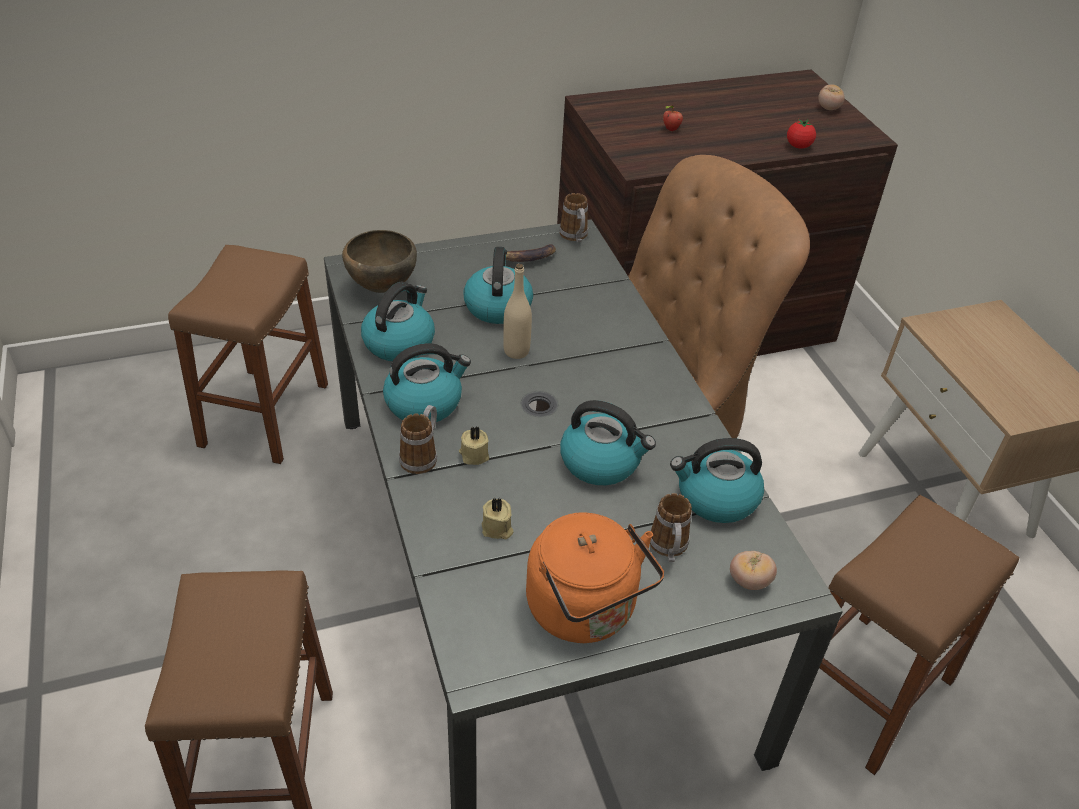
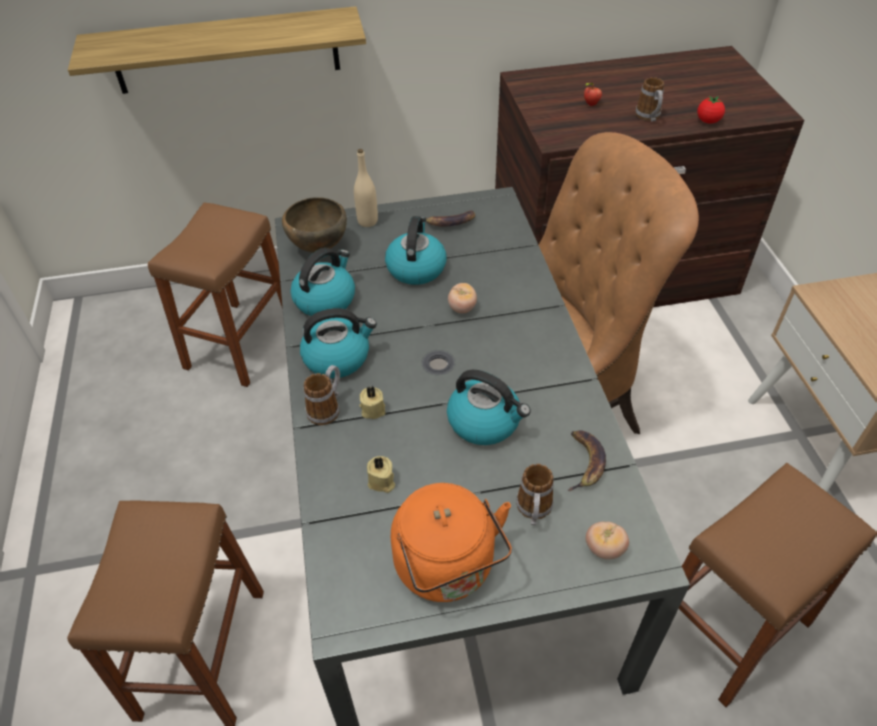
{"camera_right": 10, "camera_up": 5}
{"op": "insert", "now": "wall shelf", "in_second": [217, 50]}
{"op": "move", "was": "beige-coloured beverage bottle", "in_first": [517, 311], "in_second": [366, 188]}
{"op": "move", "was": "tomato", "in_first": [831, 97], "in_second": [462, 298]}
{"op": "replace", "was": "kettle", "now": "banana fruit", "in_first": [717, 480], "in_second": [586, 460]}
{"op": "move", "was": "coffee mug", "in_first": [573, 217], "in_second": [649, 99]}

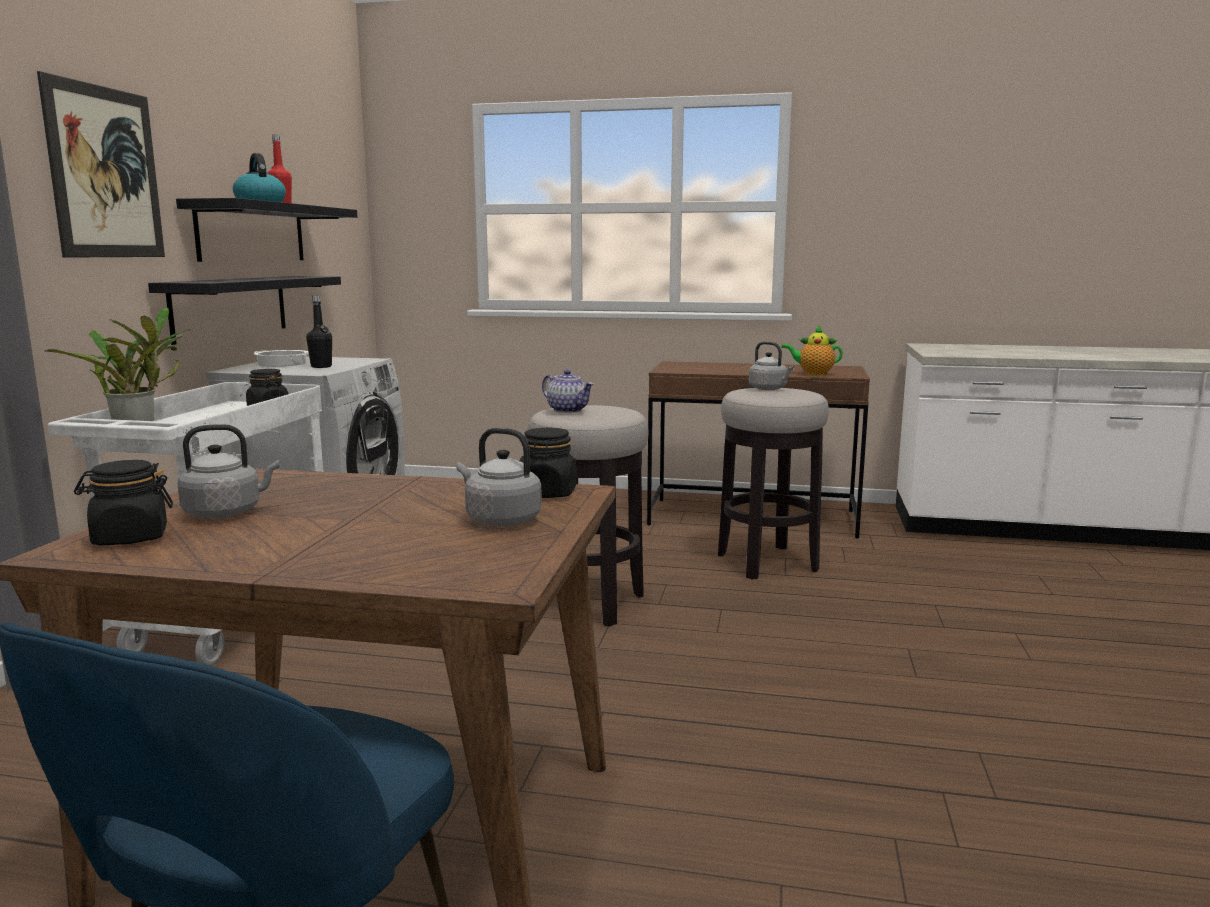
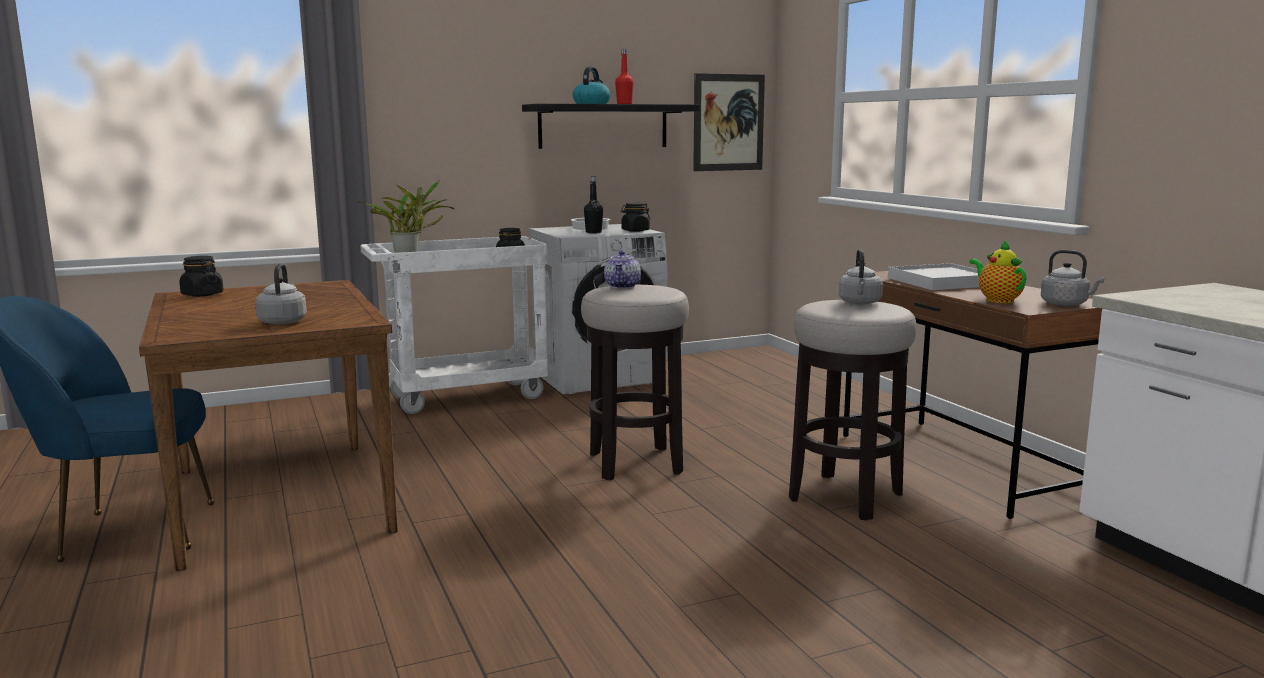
{"camera_right": 55, "camera_up": 0}
{"op": "move", "was": "black-coloured preserve jar", "in_first": [548, 463], "in_second": [635, 217]}
{"op": "move", "was": "wall art", "in_first": [101, 164], "in_second": [729, 122]}
{"op": "insert", "now": "white carrying tray", "in_second": [933, 276]}
{"op": "move", "was": "greyish kettle", "in_first": [228, 471], "in_second": [1073, 278]}
{"op": "delete", "was": "black-coloured wall shelf", "in_first": [244, 310]}

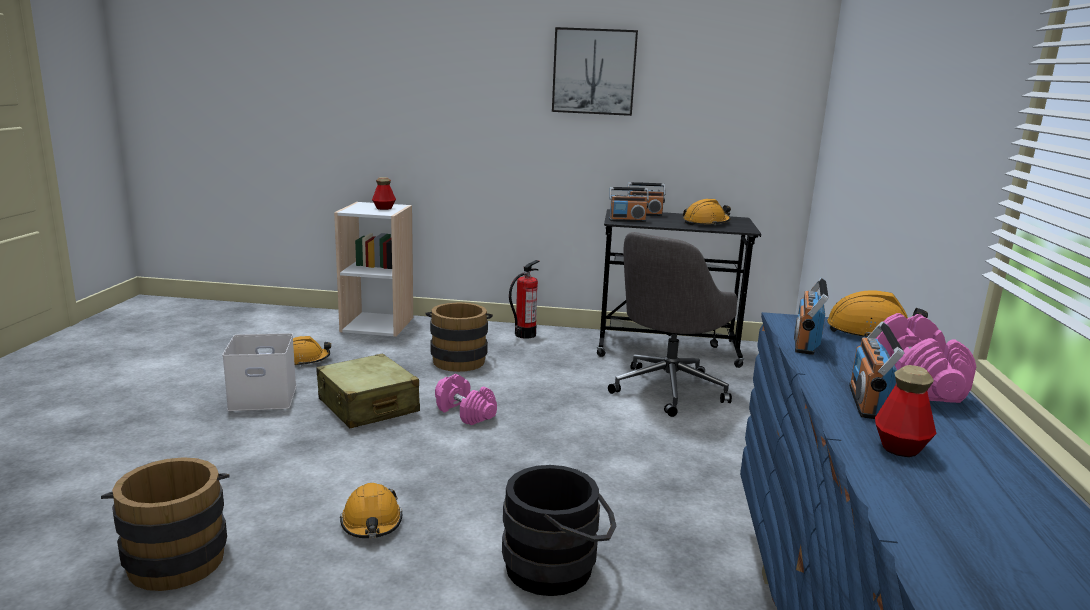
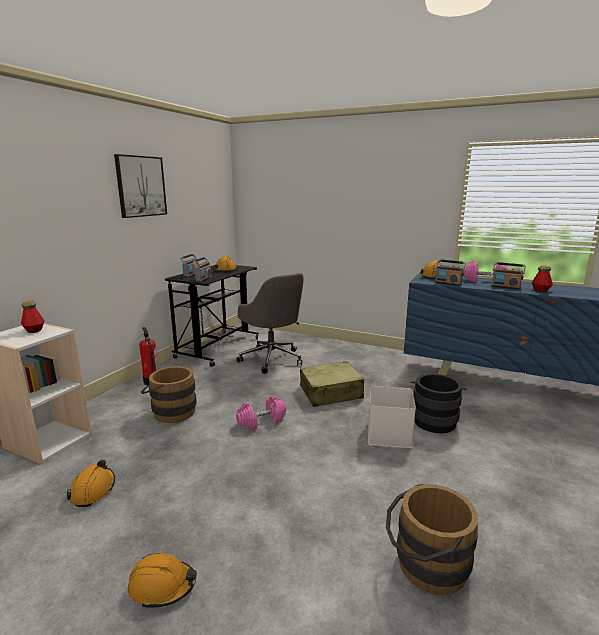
{"camera_right": -70, "camera_up": 0}
{"op": "move", "was": "orange safety helmet", "in_first": [371, 510], "in_second": [162, 581]}
{"op": "move", "was": "beige-coloured suitcase", "in_first": [368, 390], "in_second": [332, 384]}
{"op": "move", "was": "white storage container", "in_first": [259, 372], "in_second": [392, 417]}

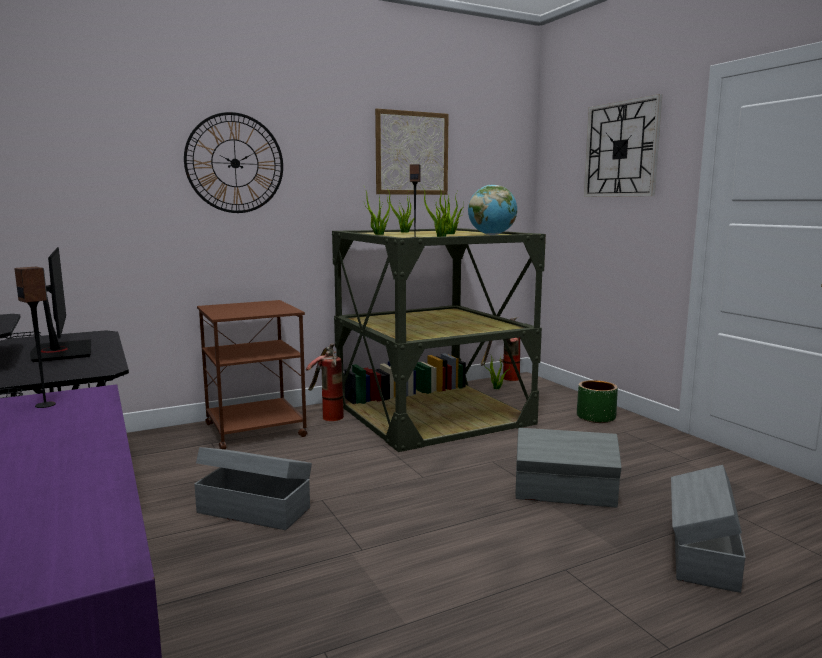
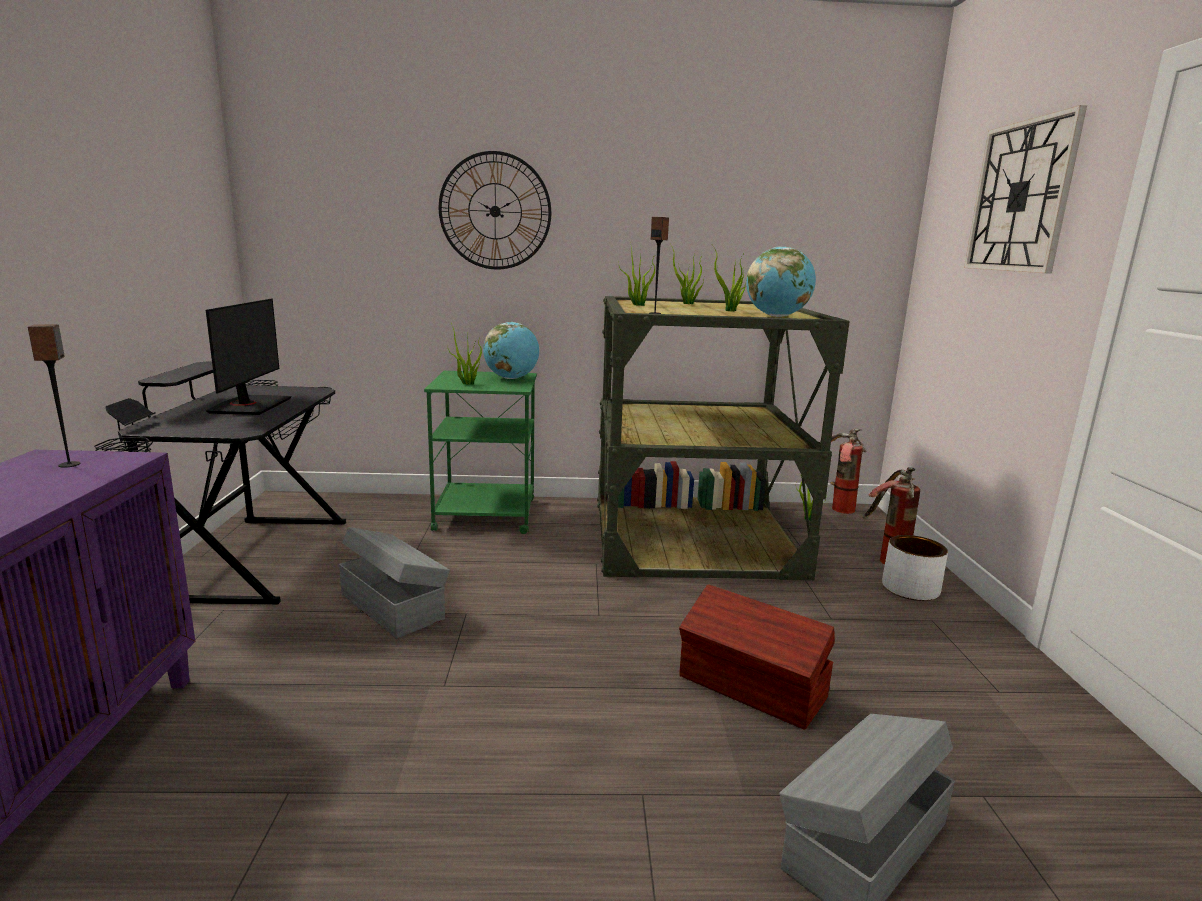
{"camera_right": 25, "camera_up": 5}
{"op": "recolor", "was": "brown cart", "now": "greenish cart", "in_first": [252, 374], "in_second": [480, 452]}
{"op": "move", "was": "potted plant", "in_first": [437, 210], "in_second": [464, 354]}
{"op": "insert", "now": "world globe", "in_second": [511, 350]}
{"op": "recolor", "was": "greyish storage container", "now": "brown storage container", "in_first": [568, 467], "in_second": [757, 657]}
{"op": "move", "was": "fire extinguisher", "in_first": [325, 382], "in_second": [891, 516]}
{"op": "recolor", "was": "greenish flower pot", "now": "white flower pot", "in_first": [597, 401], "in_second": [915, 568]}
{"op": "delete", "was": "wall art", "in_first": [412, 151]}

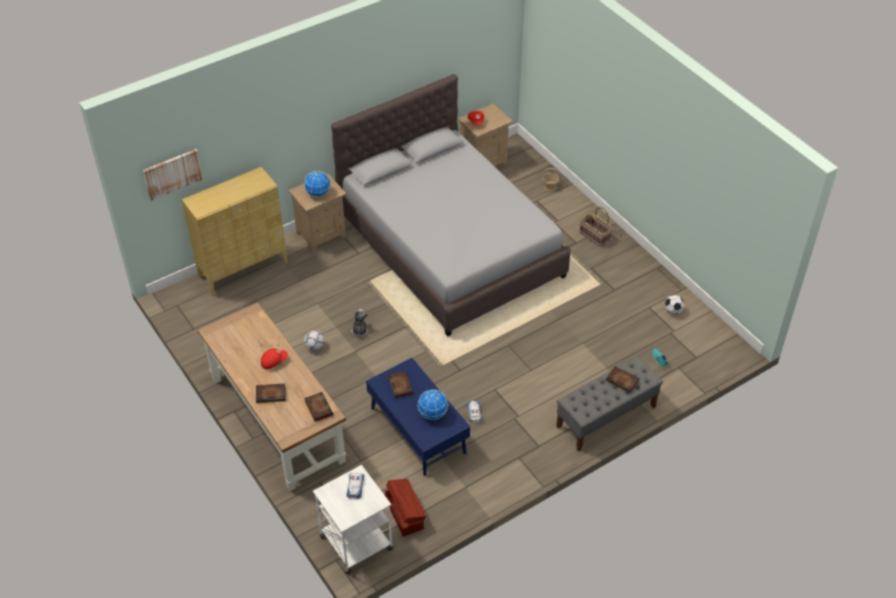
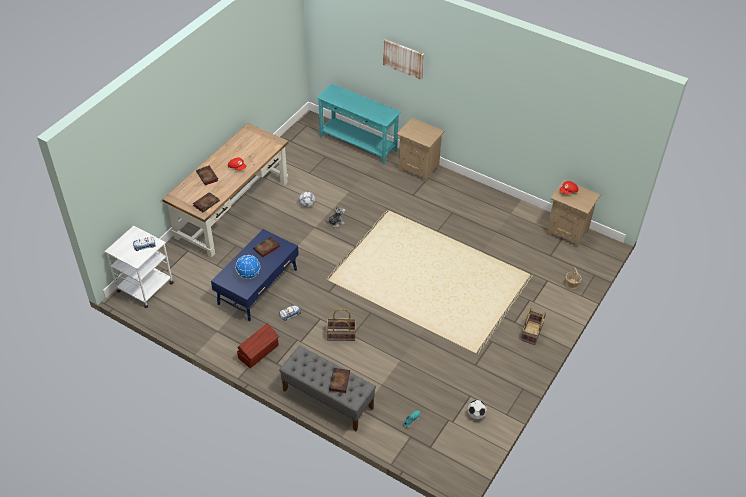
{"camera_right": 65, "camera_up": 0}
{"op": "move", "was": "brown storage container", "in_first": [405, 508], "in_second": [258, 345]}
{"op": "replace", "was": "beige-coloured dresser", "now": "turquoise narrow table", "in_first": [234, 231], "in_second": [358, 124]}
{"op": "insert", "now": "storage basket", "in_second": [341, 325]}
{"op": "move", "was": "wall art", "in_first": [173, 175], "in_second": [403, 59]}
{"op": "delete", "was": "world globe", "in_first": [317, 184]}
{"op": "delete", "was": "greyish sleeping bed", "in_first": [451, 205]}

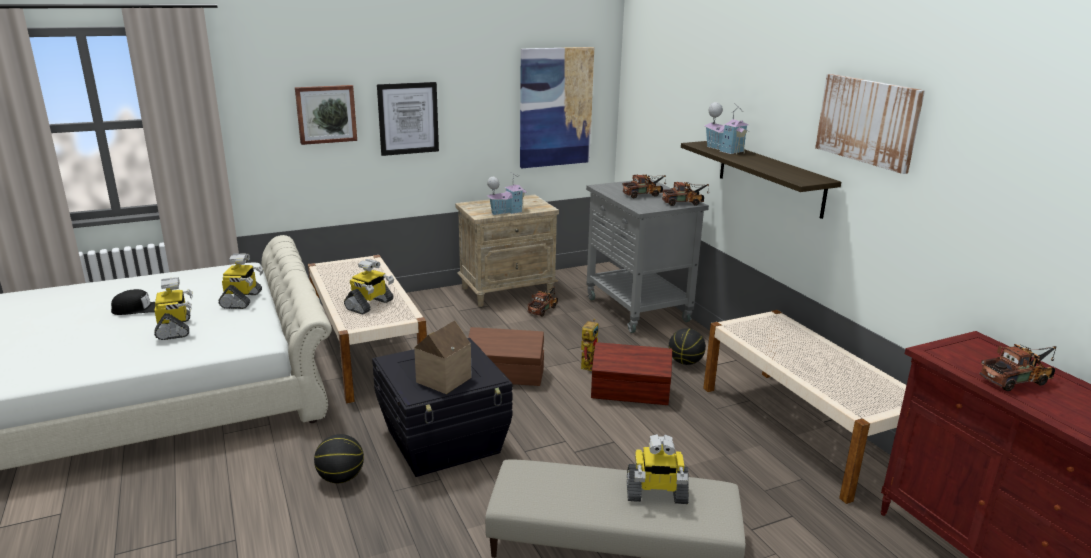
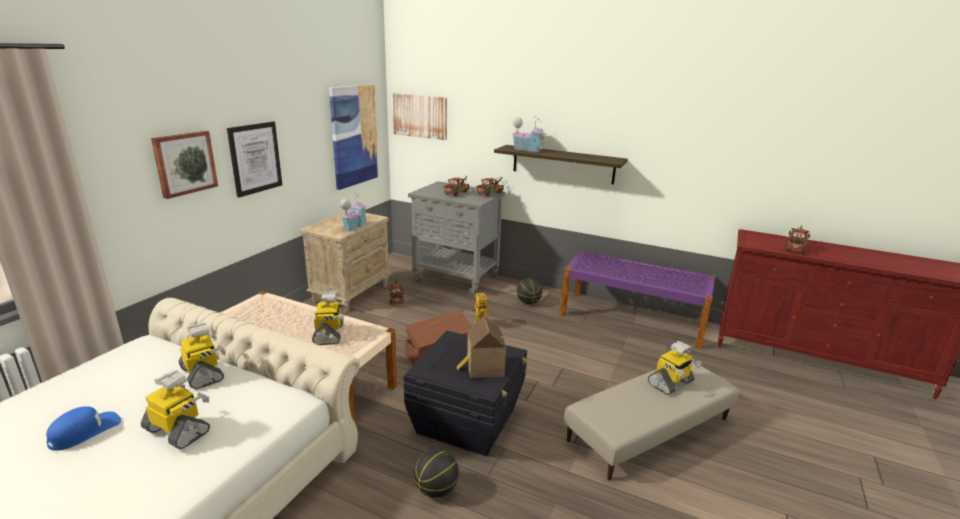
{"camera_right": -40, "camera_up": 0}
{"op": "recolor", "was": "black-coloured cap", "now": "bluish cap", "in_first": [133, 302], "in_second": [83, 428]}
{"op": "move", "was": "wall art", "in_first": [870, 124], "in_second": [419, 116]}
{"op": "recolor", "was": "beige-coloured indoor bench", "now": "purplish indoor bench", "in_first": [805, 407], "in_second": [637, 299]}
{"op": "delete", "was": "brown storage container", "in_first": [631, 373]}

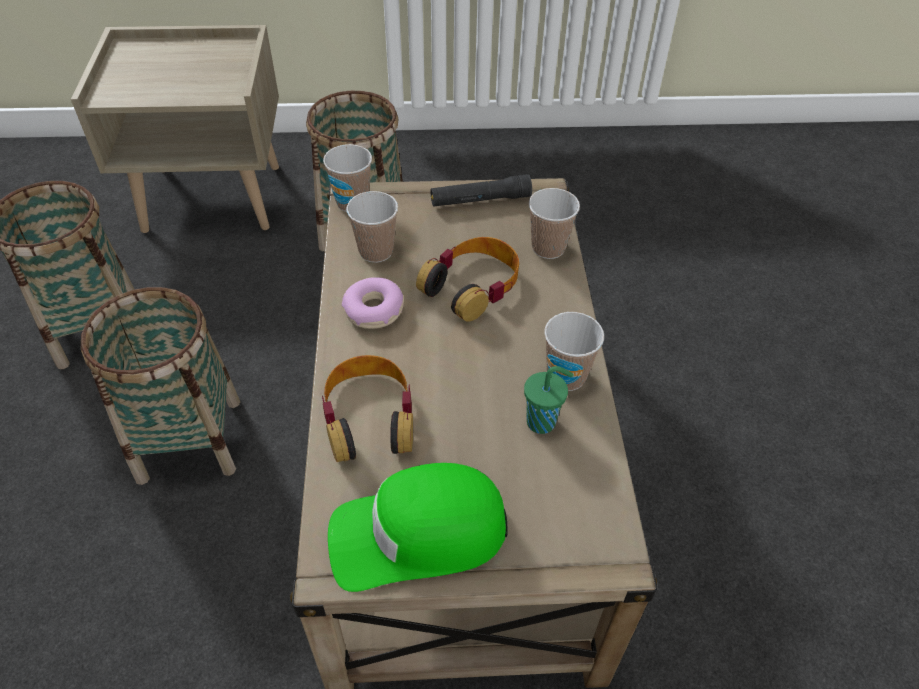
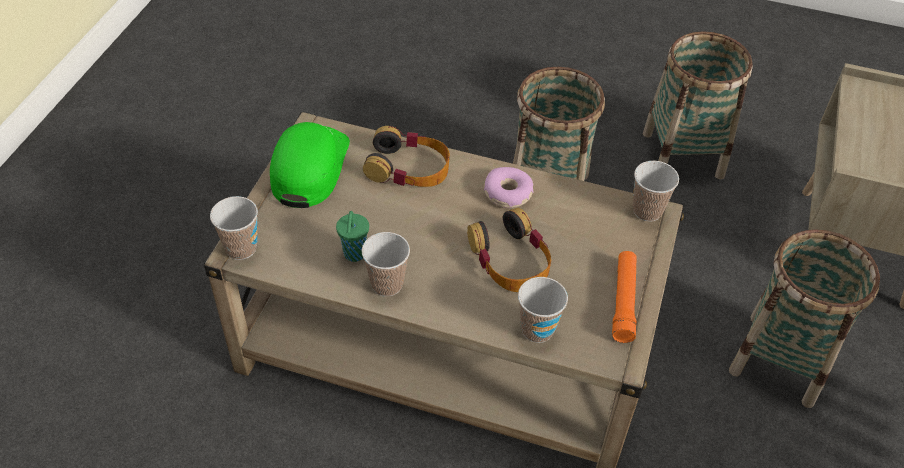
{"camera_right": 110, "camera_up": 0}
{"op": "move", "was": "drinking cup", "in_first": [372, 227], "in_second": [234, 228]}
{"op": "recolor", "was": "black-coloured hand torch", "now": "orange hand torch", "in_first": [481, 190], "in_second": [624, 297]}

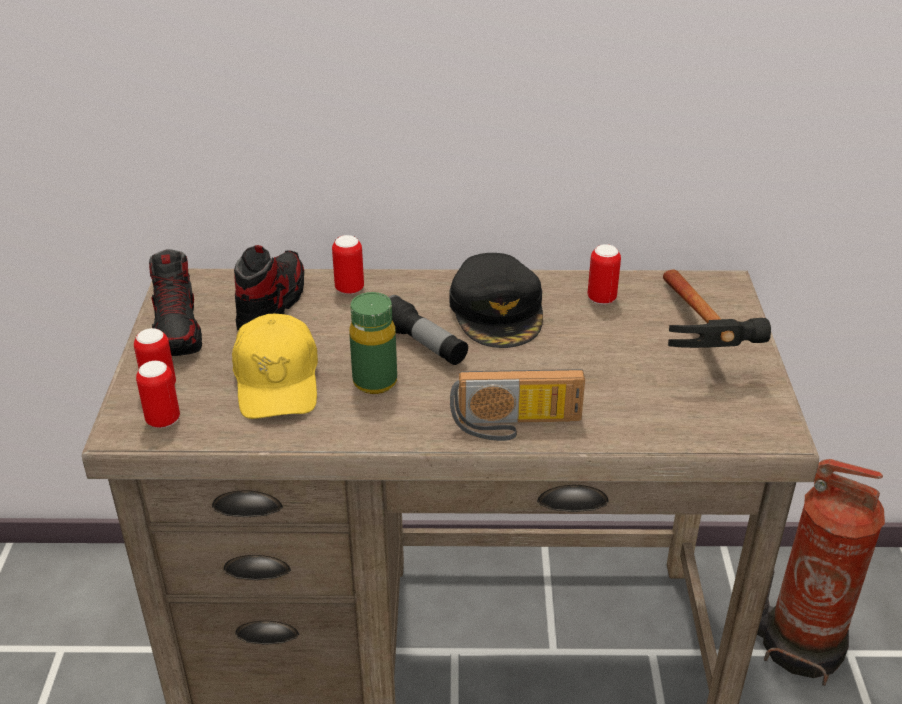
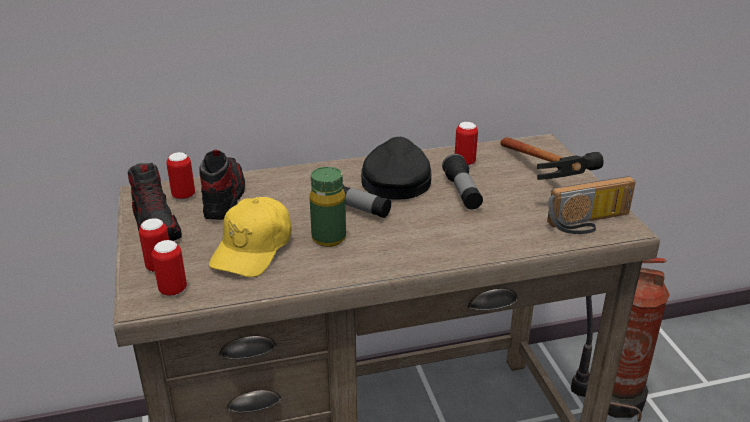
{"camera_right": -15, "camera_up": -5}
{"op": "move", "was": "metal can", "in_first": [348, 264], "in_second": [180, 176]}
{"op": "rotate", "was": "yellow-coloured cap", "in_first": [275, 366], "in_second": [250, 237], "clockwise": 45}
{"op": "rotate", "was": "black-coloured cap", "in_first": [496, 300], "in_second": [396, 168], "clockwise": -150}
{"op": "insert", "now": "hand torch", "in_second": [462, 182]}
{"op": "move", "was": "radio receiver", "in_first": [517, 405], "in_second": [591, 205]}

